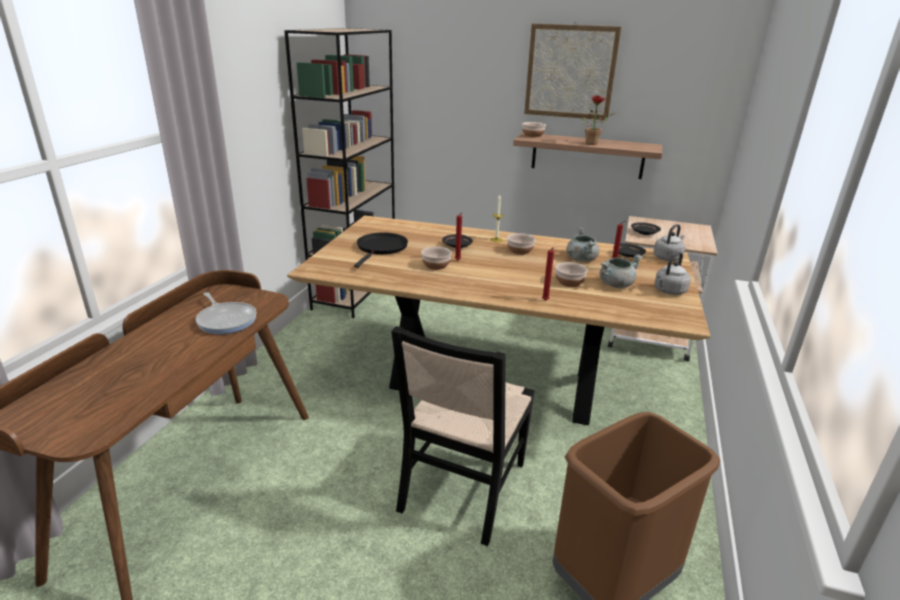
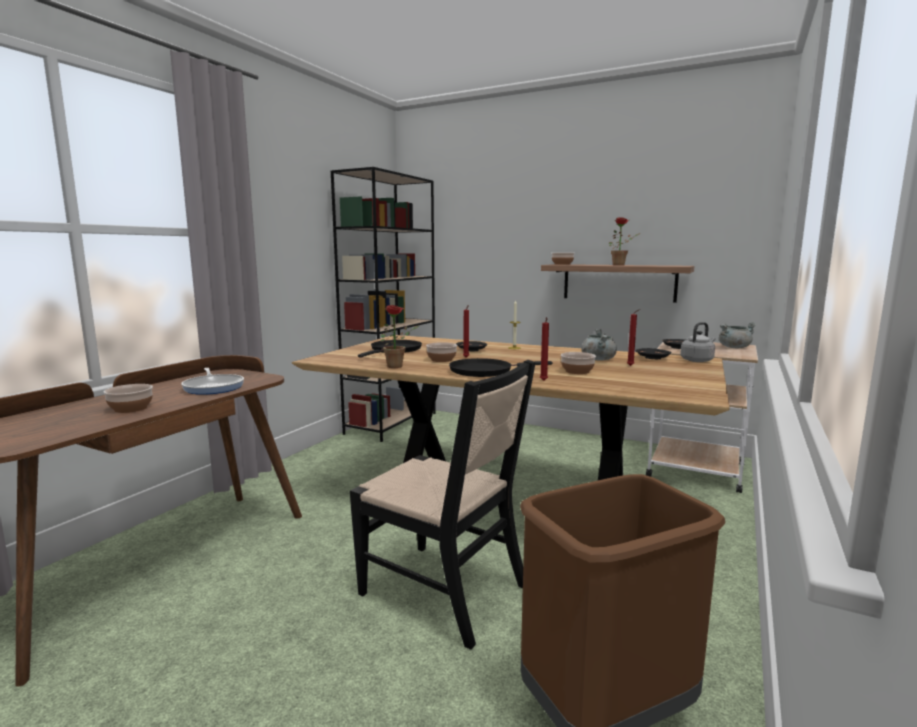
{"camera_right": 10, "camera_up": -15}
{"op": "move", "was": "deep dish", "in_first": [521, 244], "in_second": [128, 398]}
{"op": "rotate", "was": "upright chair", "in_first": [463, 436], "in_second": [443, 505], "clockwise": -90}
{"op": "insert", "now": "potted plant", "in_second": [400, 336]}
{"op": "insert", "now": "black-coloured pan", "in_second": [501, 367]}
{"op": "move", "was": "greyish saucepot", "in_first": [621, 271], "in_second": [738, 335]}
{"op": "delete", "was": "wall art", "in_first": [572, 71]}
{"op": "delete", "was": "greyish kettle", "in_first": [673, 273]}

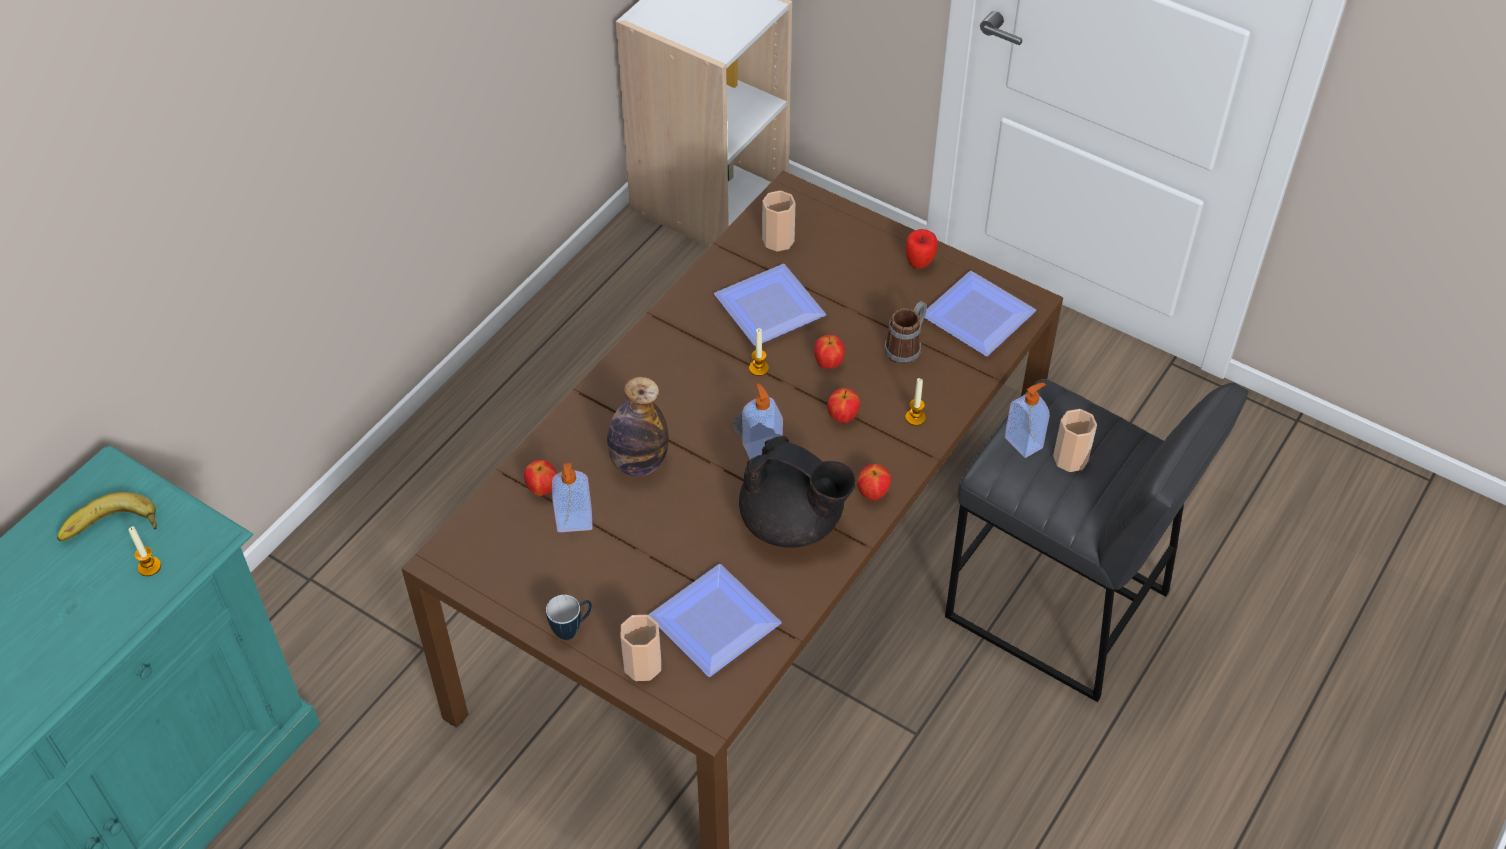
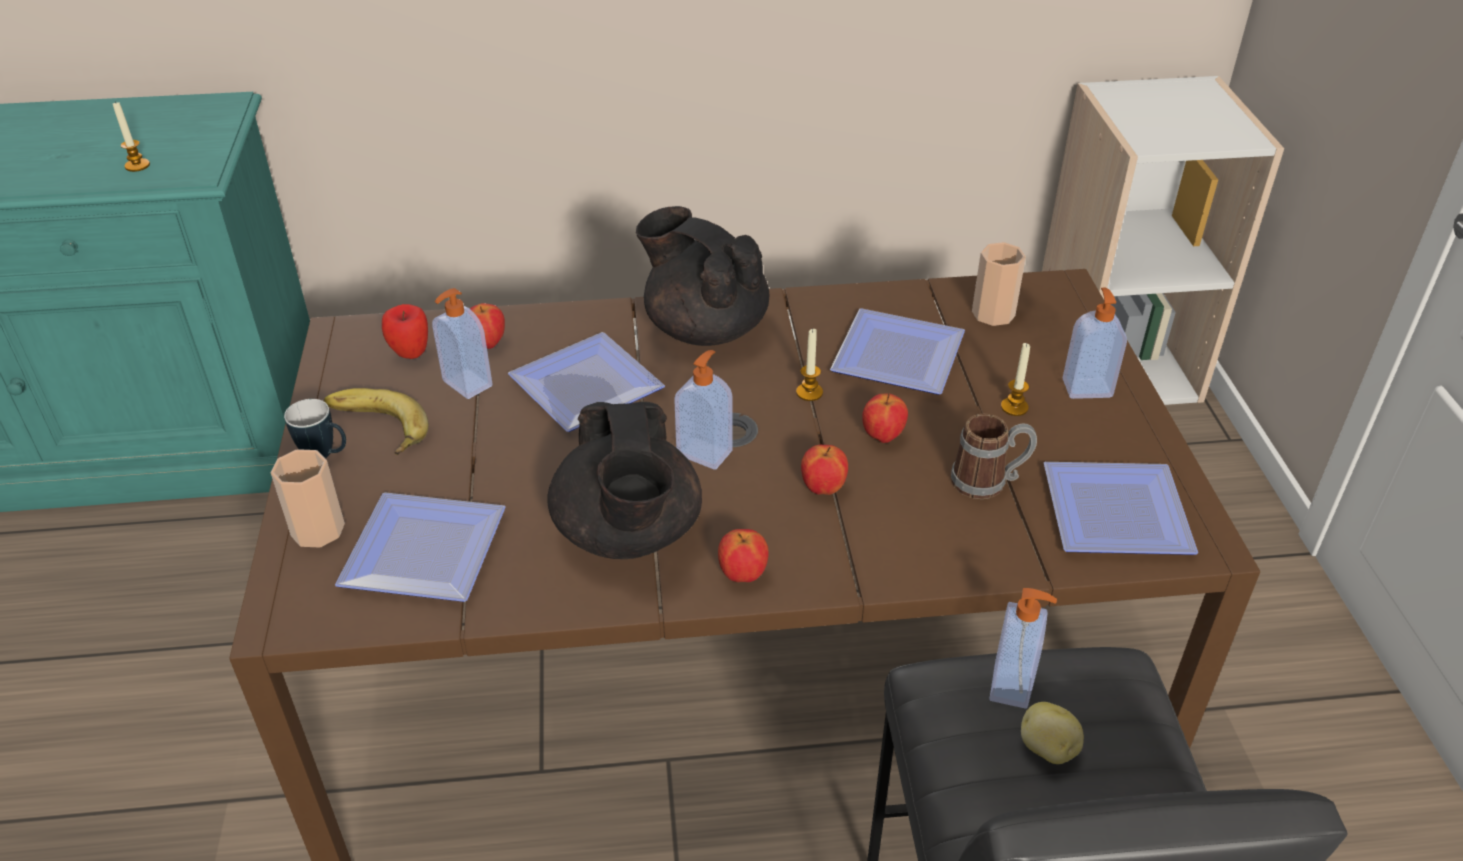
{"camera_right": 50, "camera_up": -10}
{"op": "move", "was": "banana fruit", "in_first": [107, 516], "in_second": [376, 421]}
{"op": "move", "was": "whole apple", "in_first": [922, 249], "in_second": [405, 331]}
{"op": "replace", "was": "beverage bottle", "now": "plate", "in_first": [638, 426], "in_second": [586, 382]}
{"op": "insert", "now": "black-coloured tea pot", "in_second": [702, 276]}
{"op": "move", "was": "wax candle", "in_first": [915, 402], "in_second": [1015, 379]}
{"op": "replace", "was": "drinking cup", "now": "whole potato", "in_first": [1075, 440], "in_second": [1052, 733]}
{"op": "insert", "now": "liquid soap bottle", "in_second": [1095, 343]}

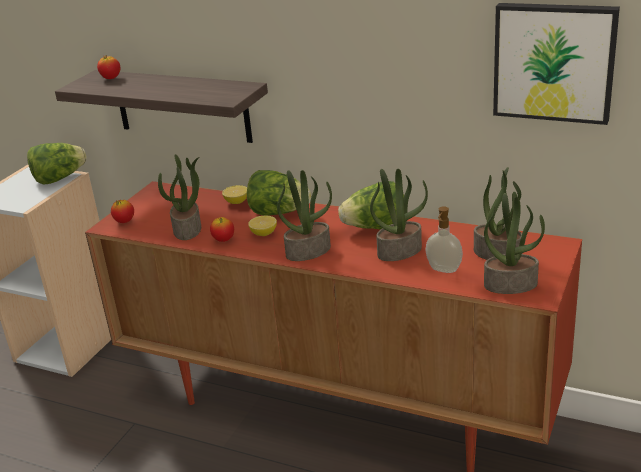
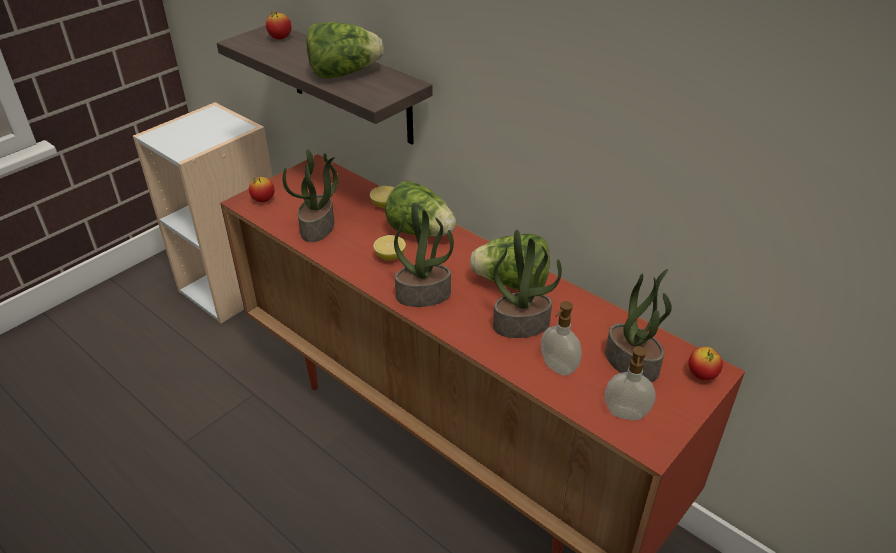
{"camera_right": 15, "camera_up": 10}
{"op": "move", "was": "head of lettuce", "in_first": [57, 164], "in_second": [345, 50]}
{"op": "replace", "was": "potted plant", "now": "liquid soap bottle", "in_first": [514, 243], "in_second": [630, 383]}
{"op": "move", "was": "whole apple", "in_first": [222, 229], "in_second": [705, 363]}
{"op": "delete", "was": "wall art", "in_first": [556, 64]}

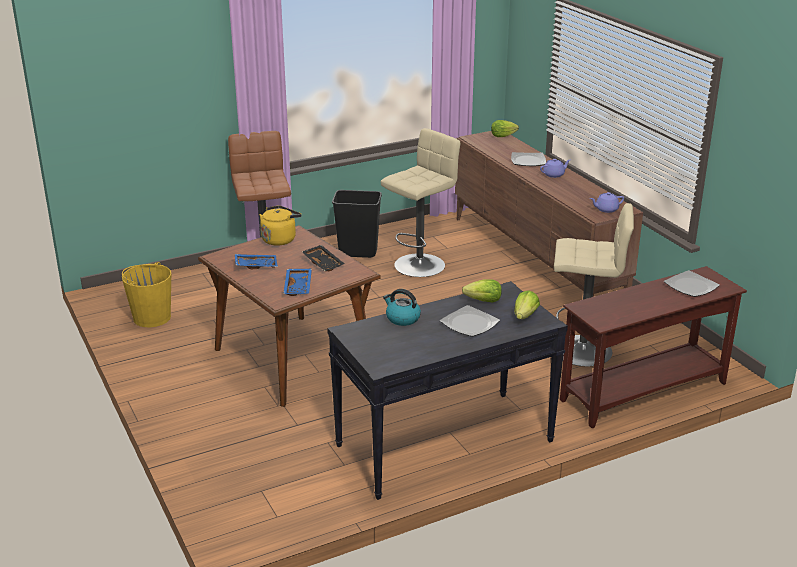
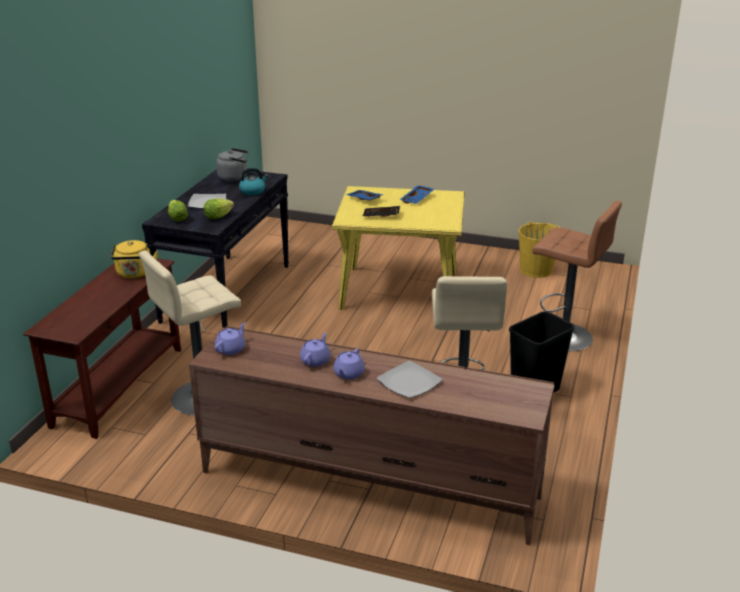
{"camera_right": 135, "camera_up": 0}
{"op": "move", "was": "yellow-coloured kettle", "in_first": [281, 226], "in_second": [134, 259]}
{"op": "insert", "now": "greyish kettle", "in_second": [232, 165]}
{"op": "insert", "now": "purplish tea pot", "in_second": [315, 349]}
{"op": "recolor", "was": "brown kitchen table", "now": "yellow-coloured kitchen table", "in_first": [289, 316], "in_second": [398, 248]}
{"op": "delete", "was": "head of lettuce", "in_first": [505, 128]}
{"op": "delete", "was": "plate", "in_first": [692, 283]}

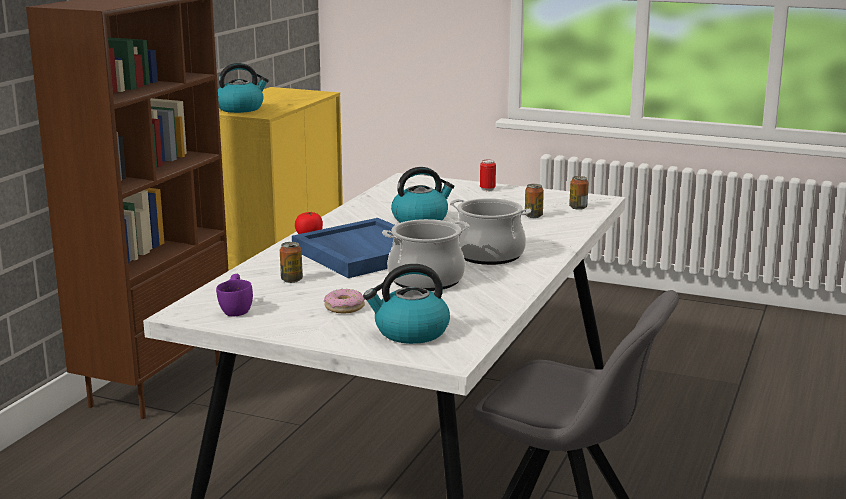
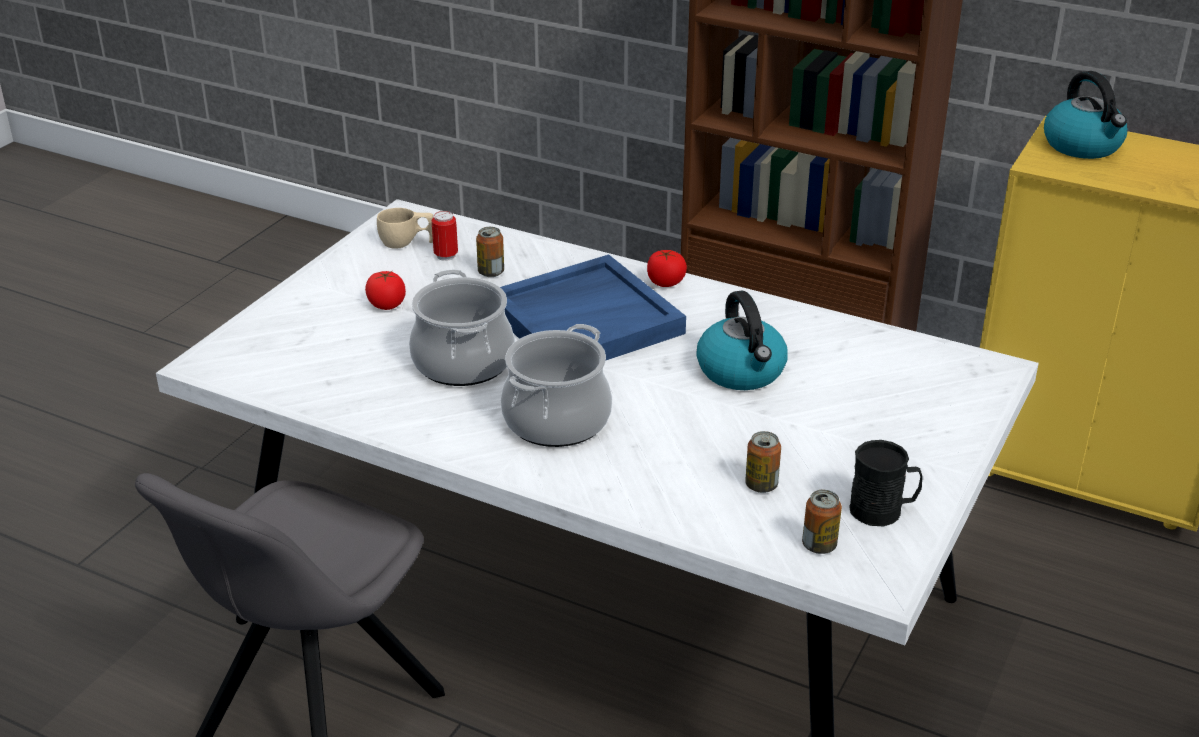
{"camera_right": 95, "camera_up": 15}
{"op": "replace", "was": "donut", "now": "tomato", "in_first": [344, 301], "in_second": [385, 290]}
{"op": "recolor", "was": "purplish drinking cup", "now": "beige-coloured drinking cup", "in_first": [234, 295], "in_second": [405, 228]}
{"op": "move", "was": "metal can", "in_first": [488, 175], "in_second": [445, 236]}
{"op": "insert", "now": "black-coloured coffee mug", "in_second": [885, 483]}
{"op": "delete", "was": "kettle", "in_first": [406, 304]}

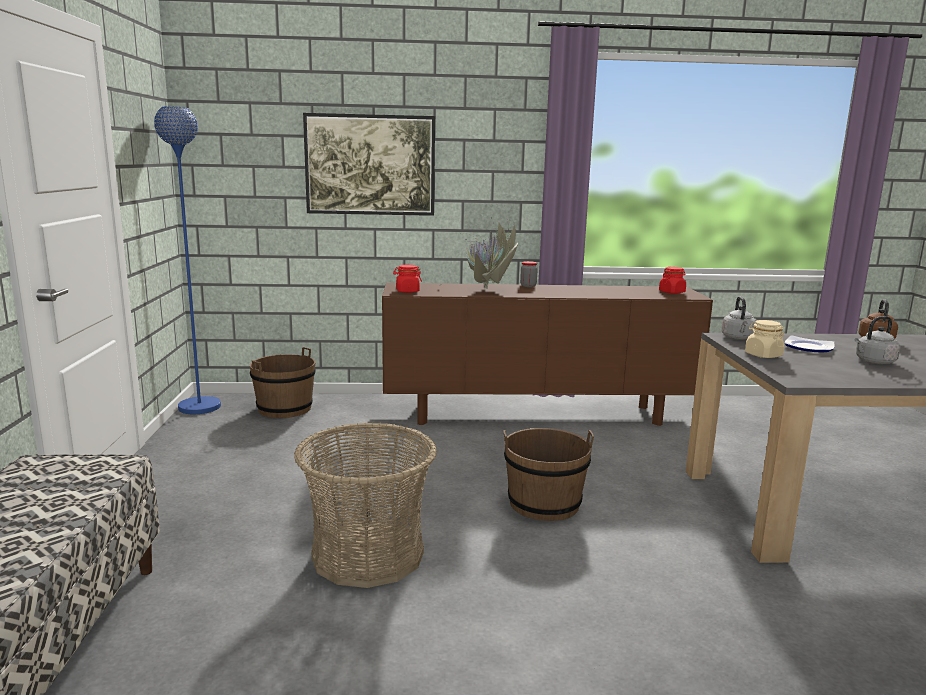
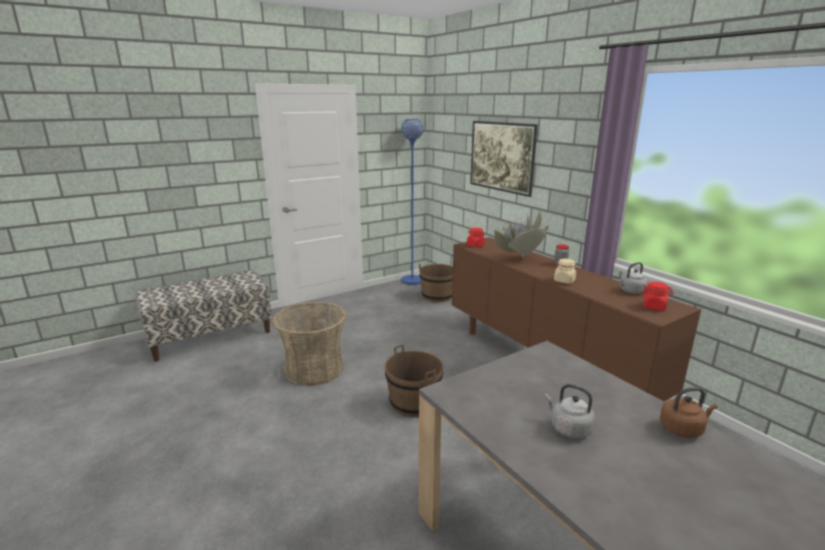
{"camera_right": 60, "camera_up": 5}
{"op": "move", "was": "beige-coloured preserve jar", "in_first": [765, 339], "in_second": [565, 271]}
{"op": "move", "was": "greyish kettle", "in_first": [739, 318], "in_second": [633, 278]}
{"op": "delete", "was": "plate", "in_first": [810, 344]}

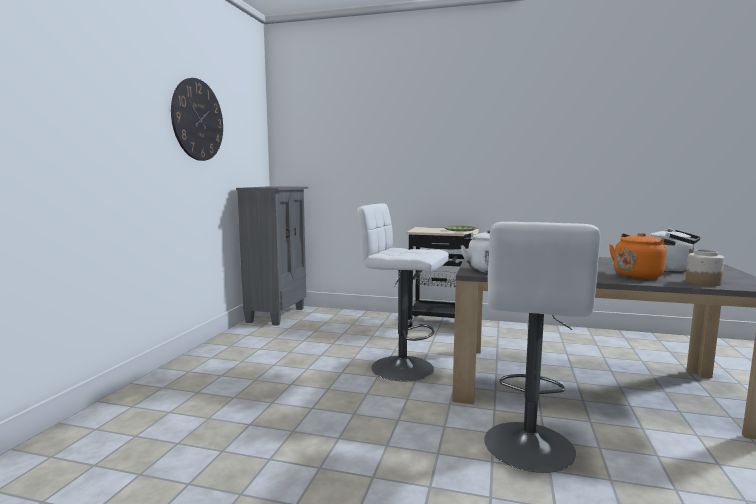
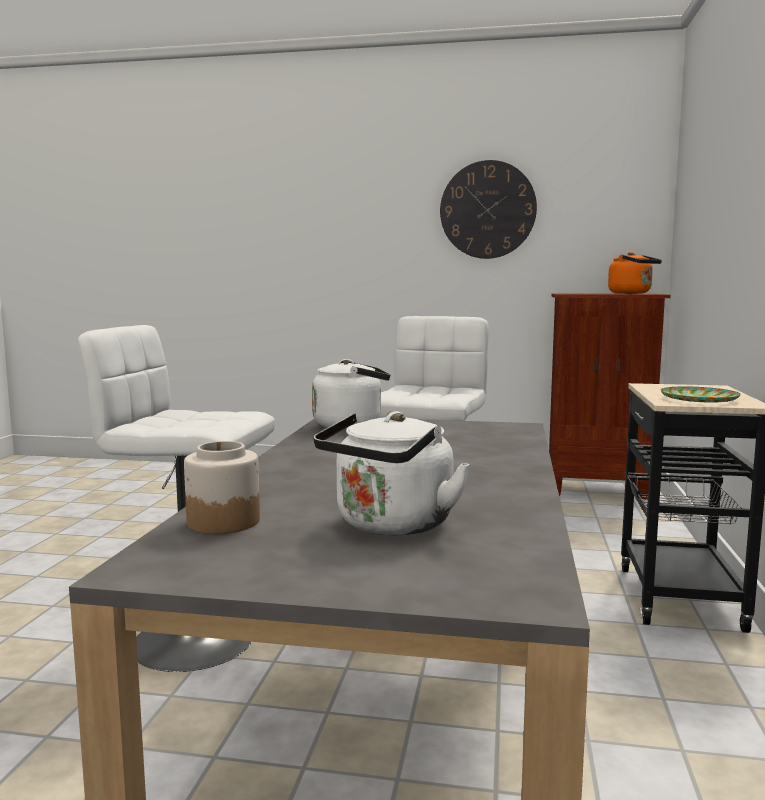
{"camera_right": 85, "camera_up": 0}
{"op": "recolor", "was": "greyish cupboard", "now": "brown cupboard", "in_first": [272, 256], "in_second": [610, 396]}
{"op": "move", "was": "orange kettle", "in_first": [642, 256], "in_second": [635, 273]}

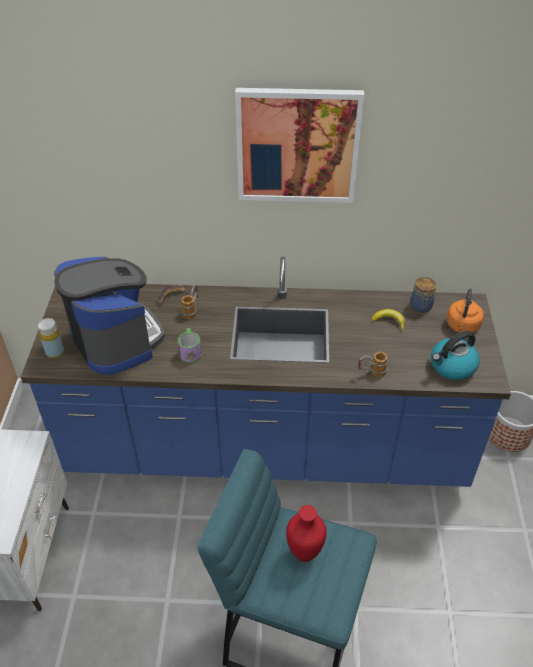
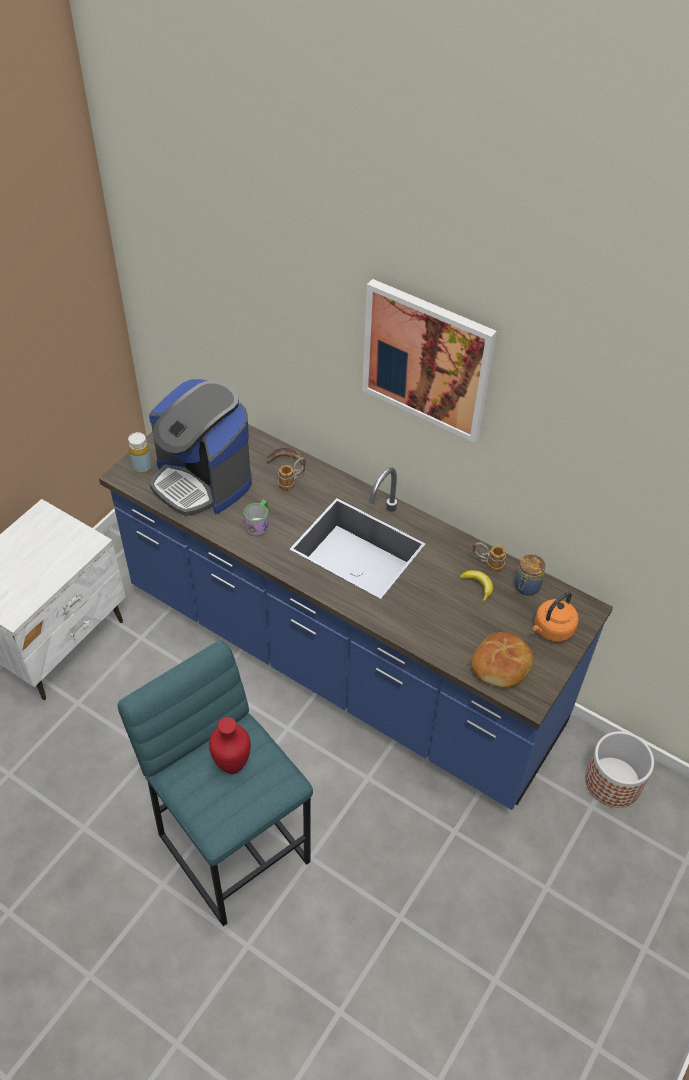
{"camera_right": 30, "camera_up": 5}
{"op": "rotate", "was": "coffee machine", "in_first": [109, 316], "in_second": [200, 447], "clockwise": 135}
{"op": "replace", "was": "kettle", "now": "bread", "in_first": [455, 355], "in_second": [502, 660]}
{"op": "move", "was": "coffee mug", "in_first": [373, 364], "in_second": [489, 558]}

